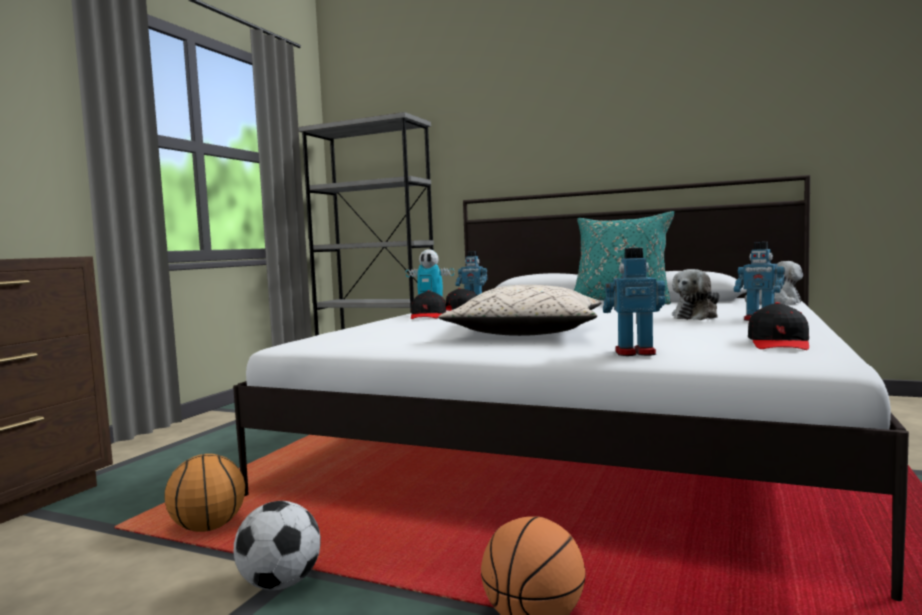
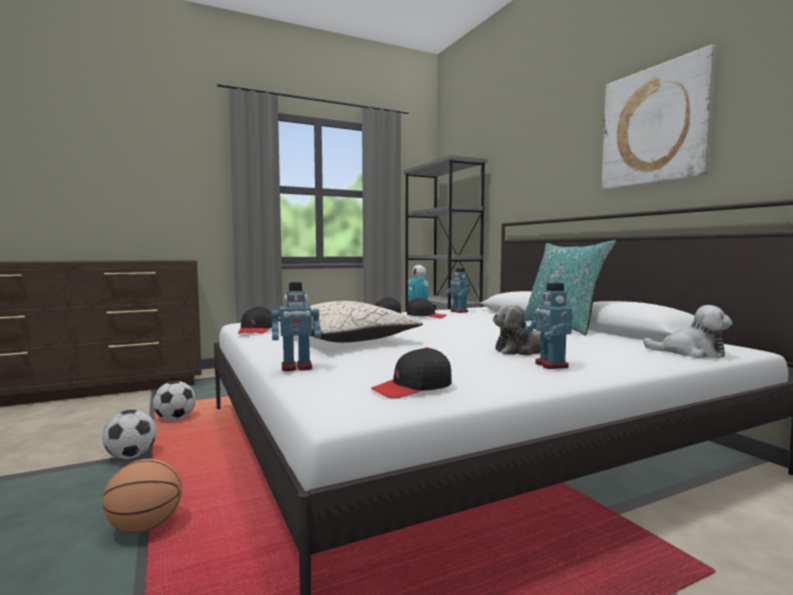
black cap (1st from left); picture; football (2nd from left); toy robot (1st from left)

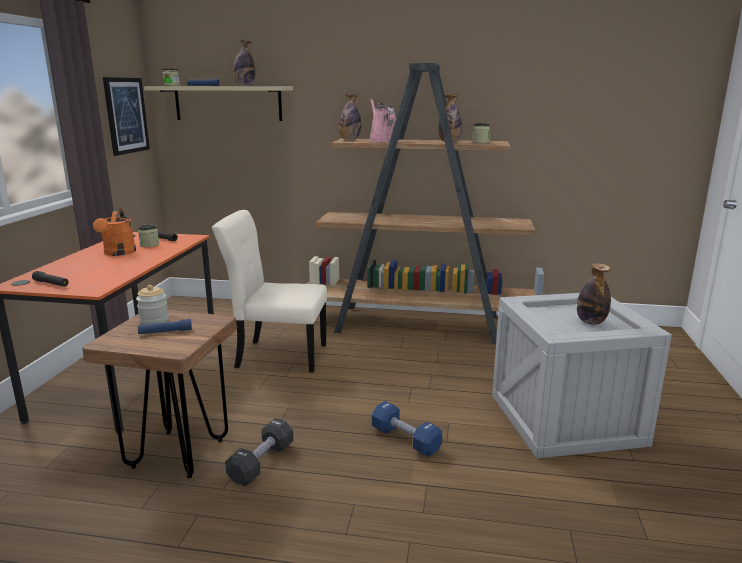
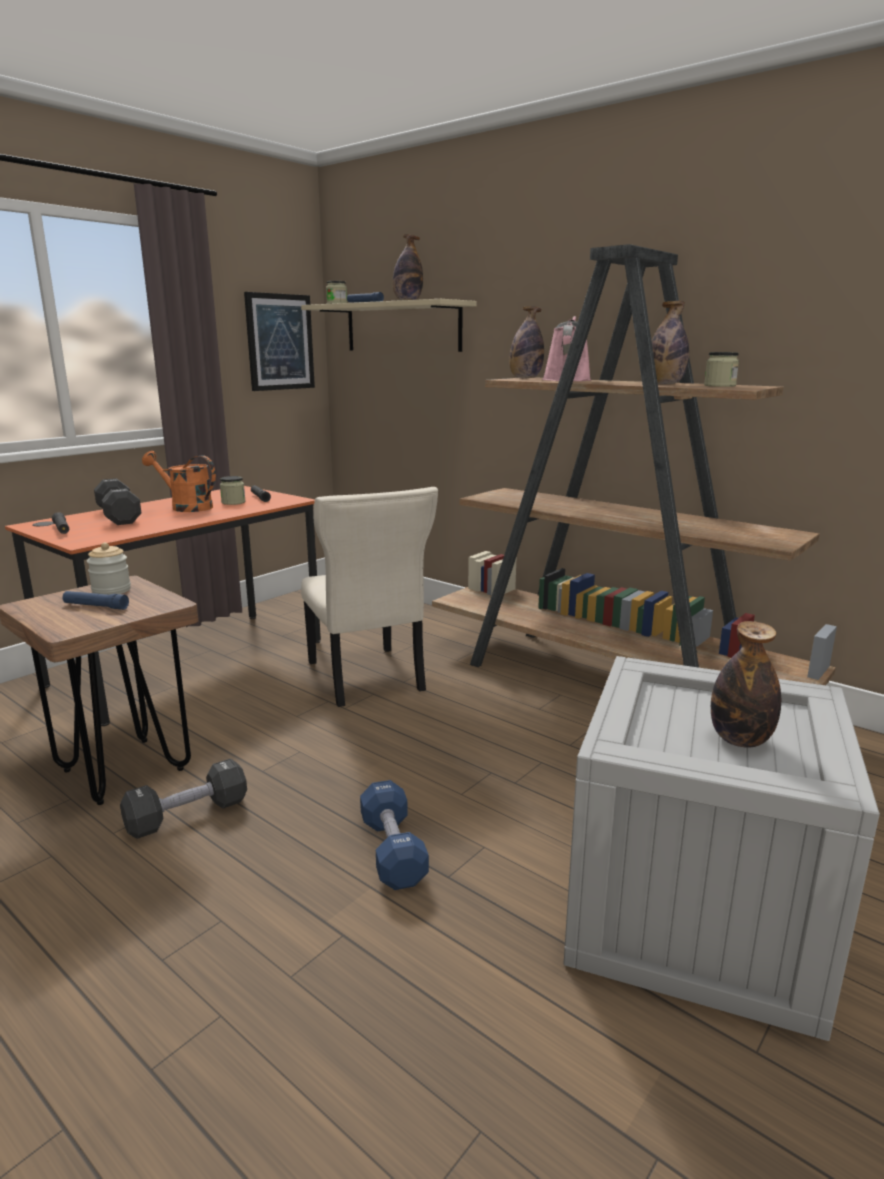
black dumbbell (1st from left); orange watering can; beige chair

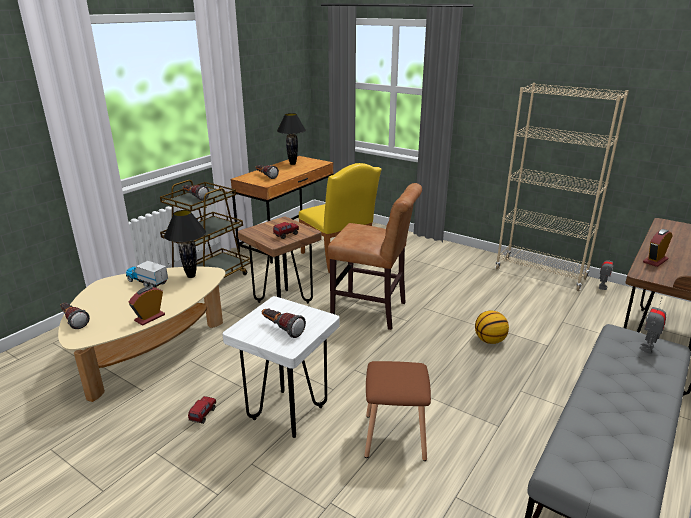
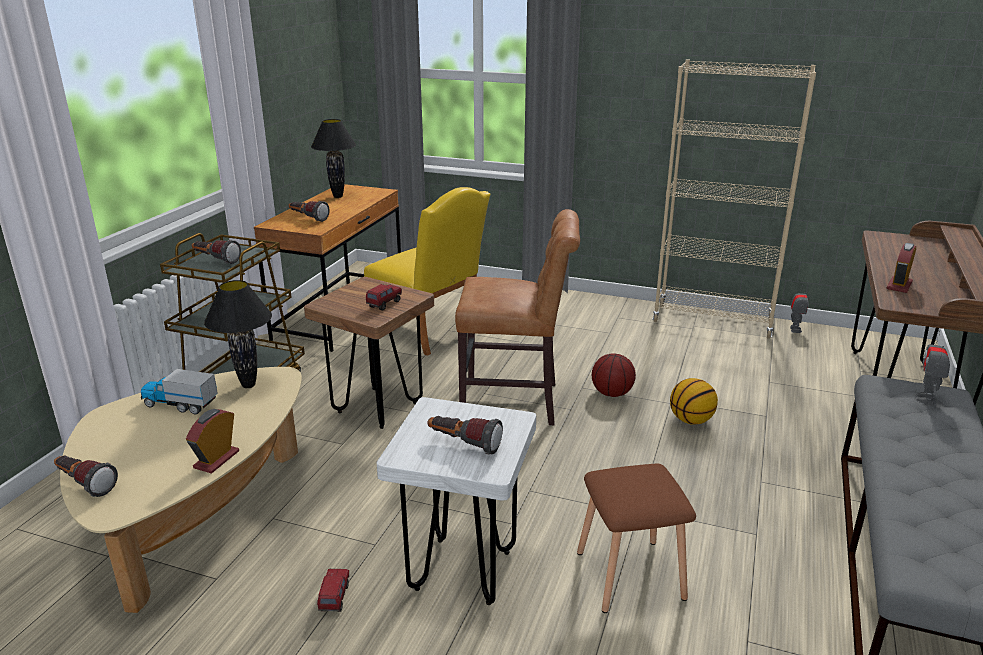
basketball (1st from left)

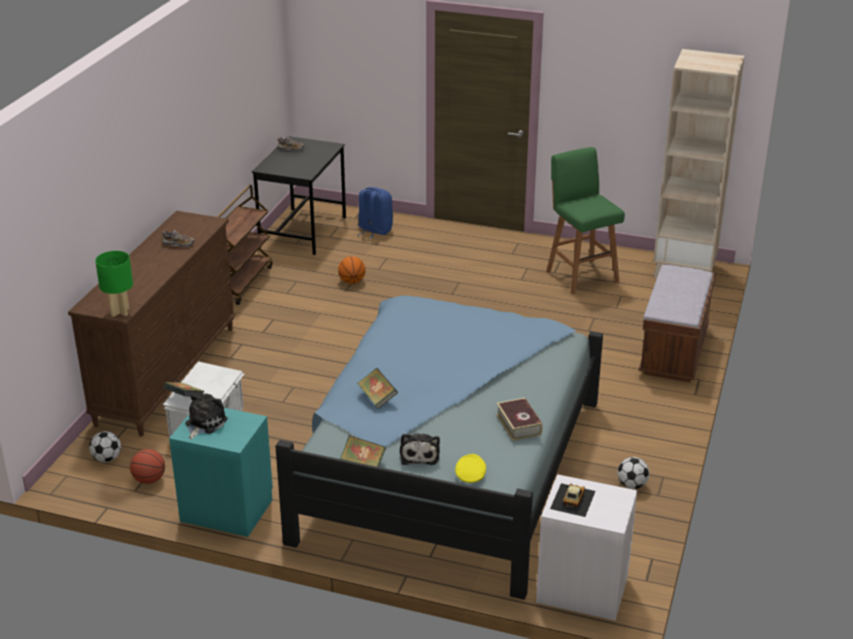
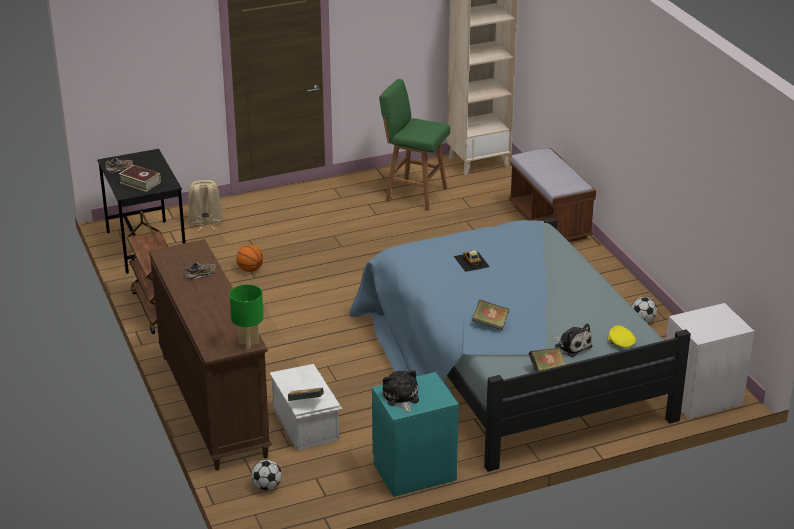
basketball (1st from left in the first image); book (1st from left); toy car; beige backpack

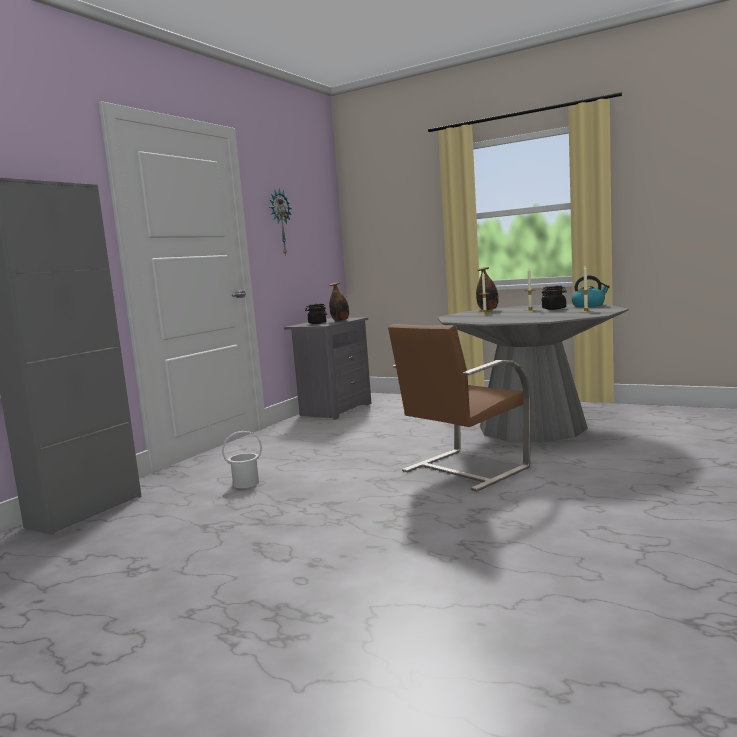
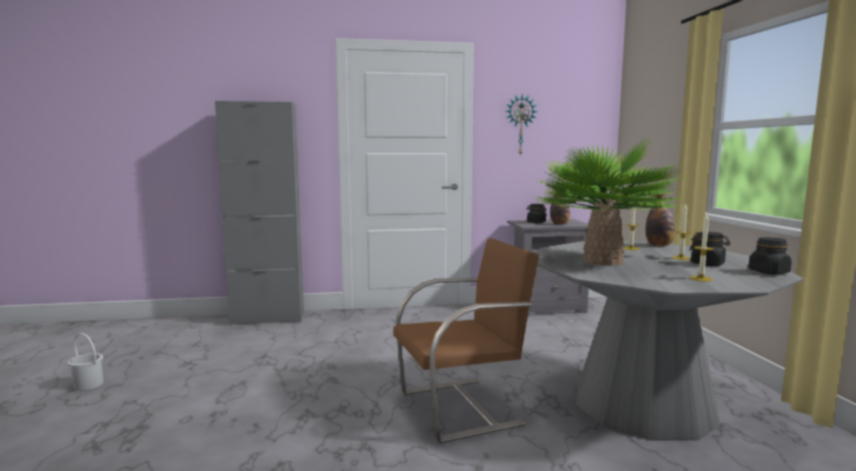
potted plant; white bucket; black jar (3rd from left); brown chair

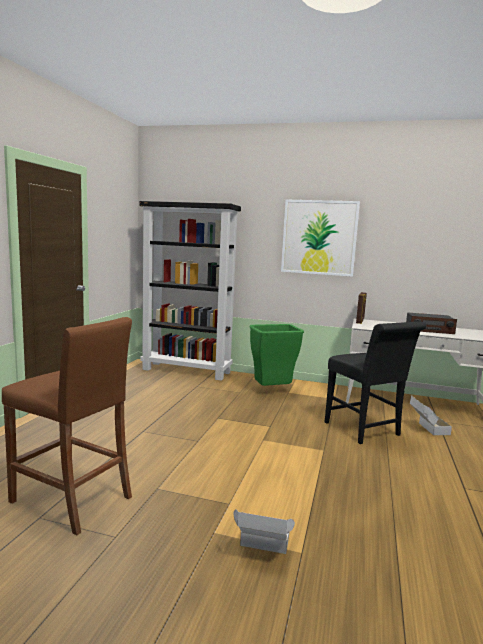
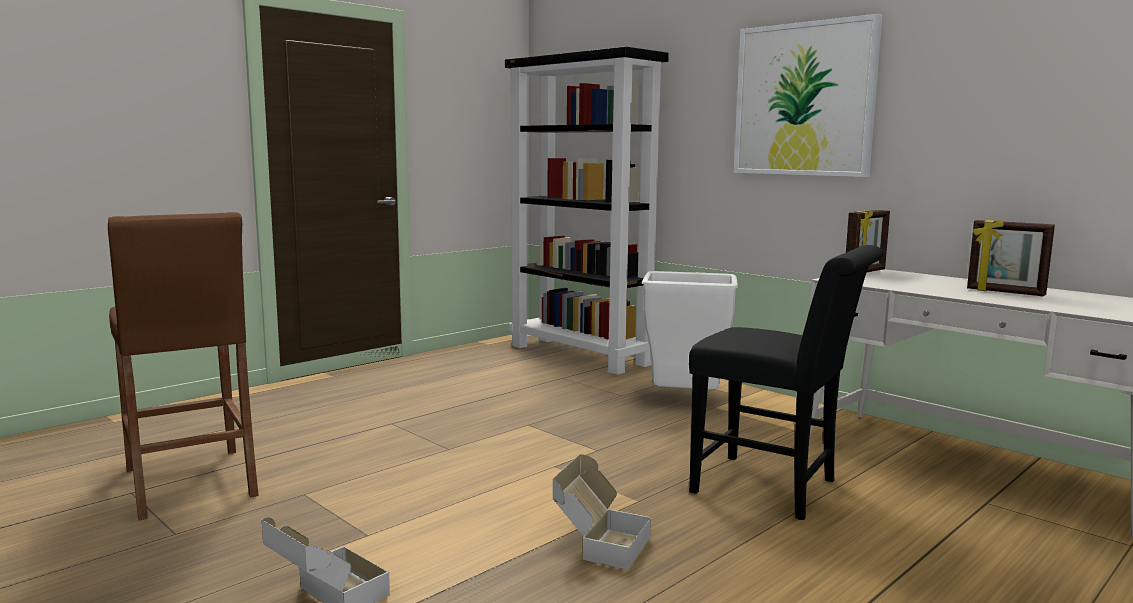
cardboard box (2nd from left); picture frame (2nd from left); white trash can; black chair

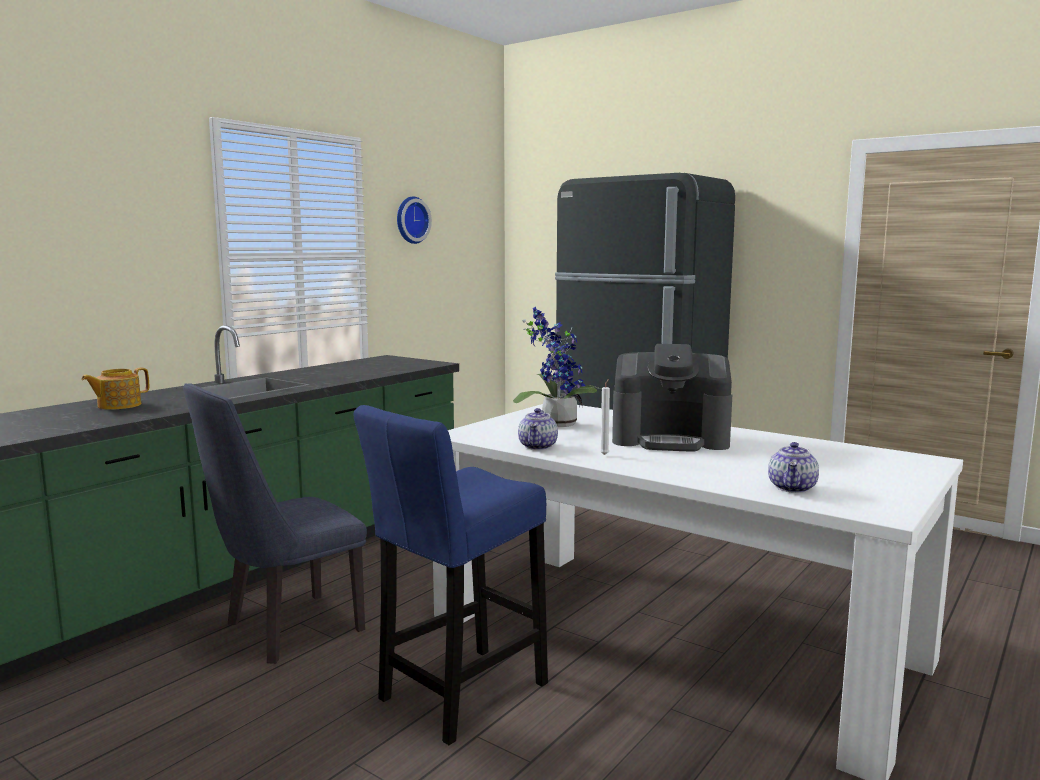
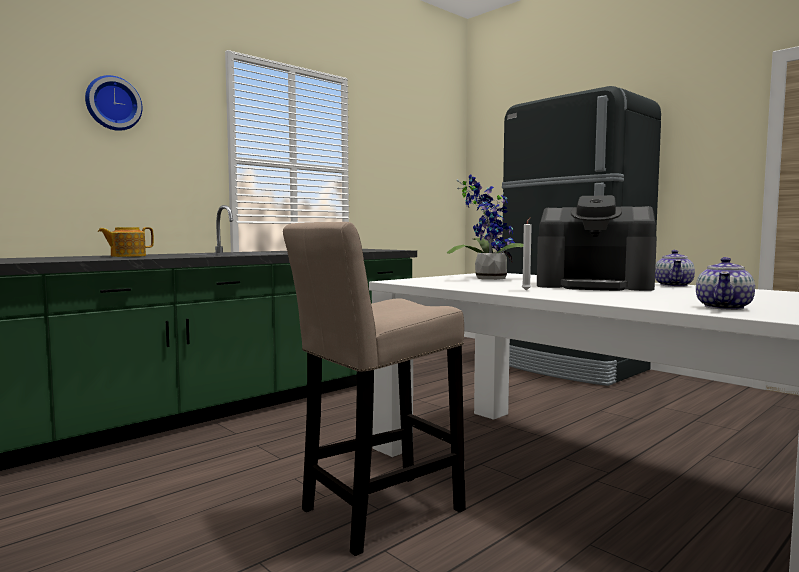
blue chair; wall clock; teapot (2nd from left); beige stool

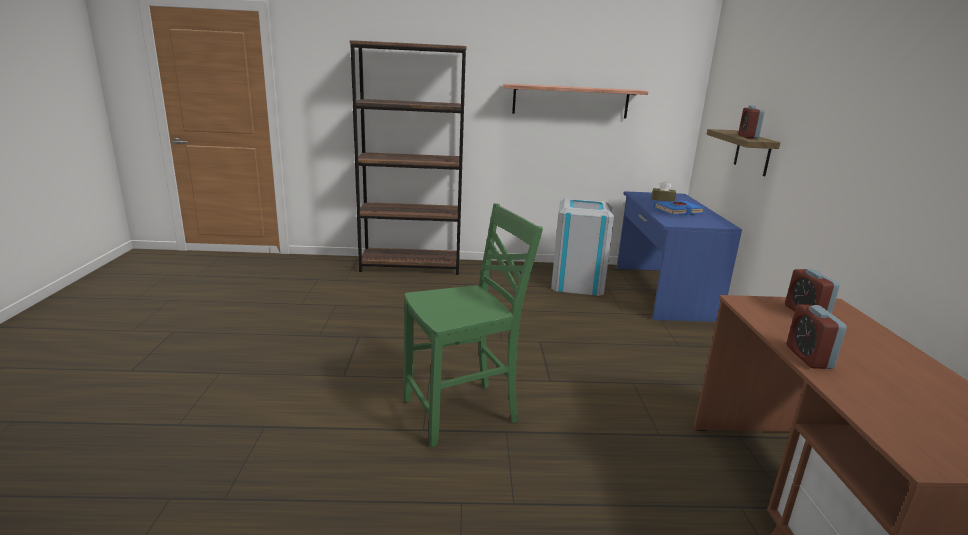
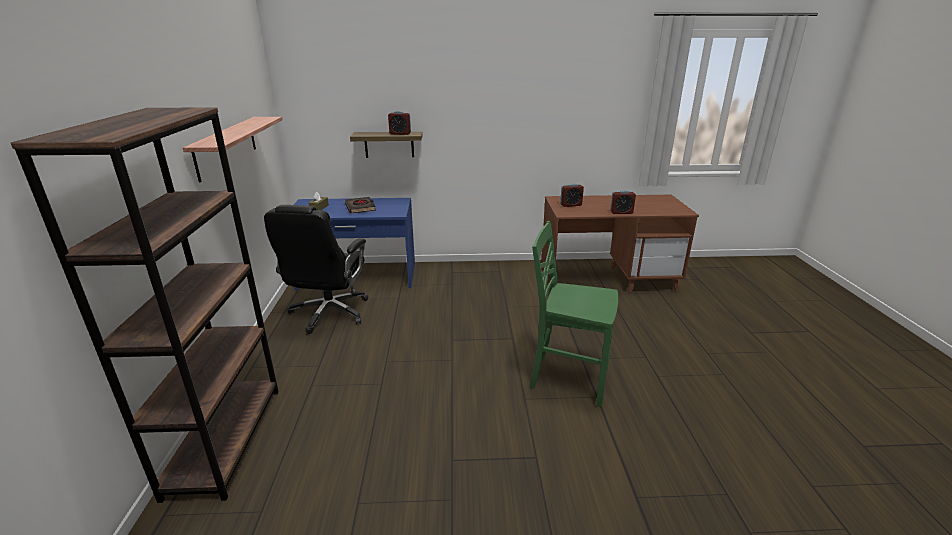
black office chair; black book; green chair

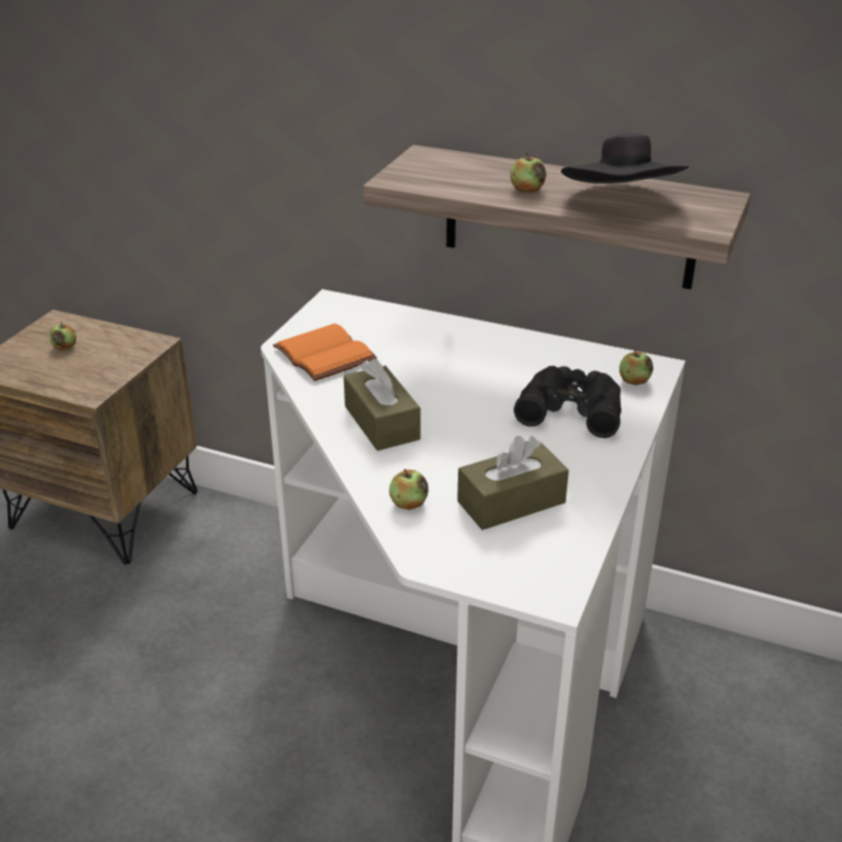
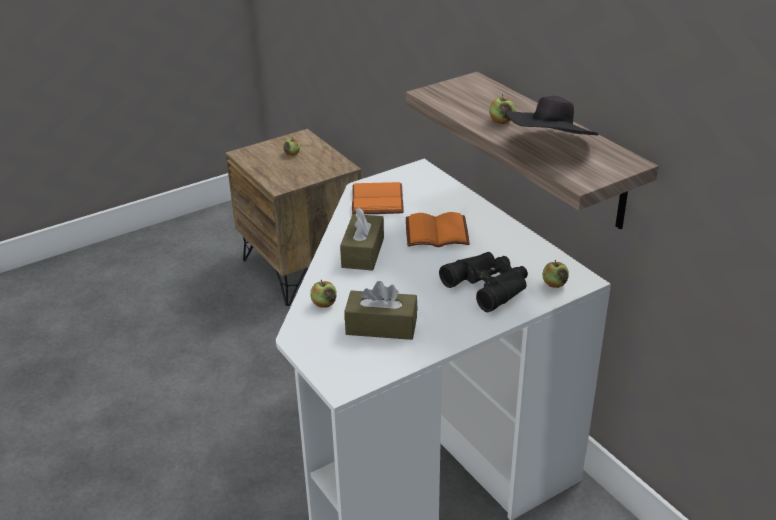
orange book (2nd from left)

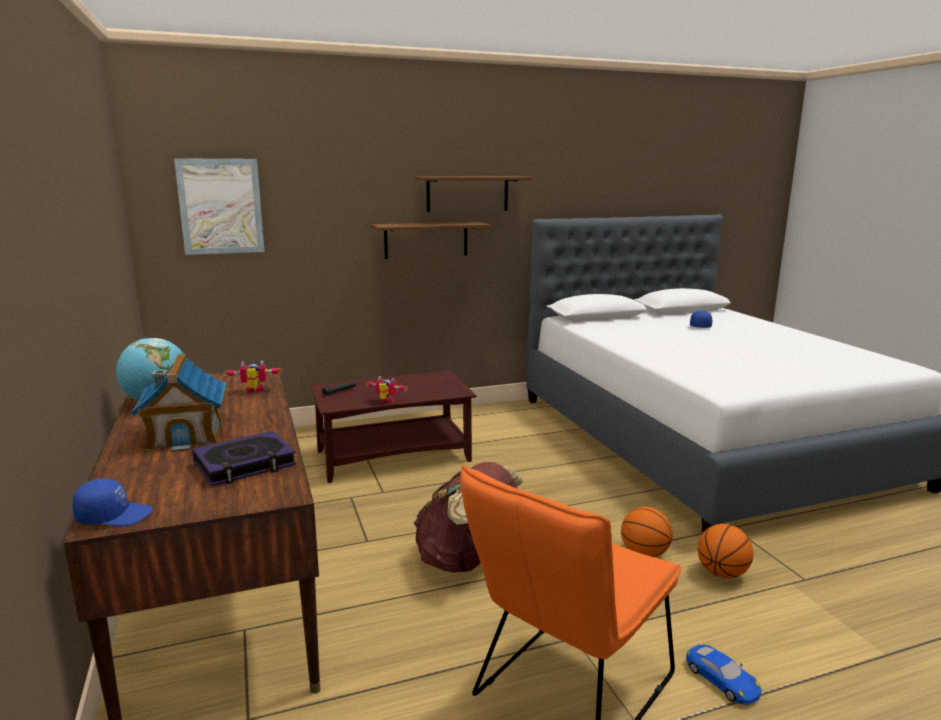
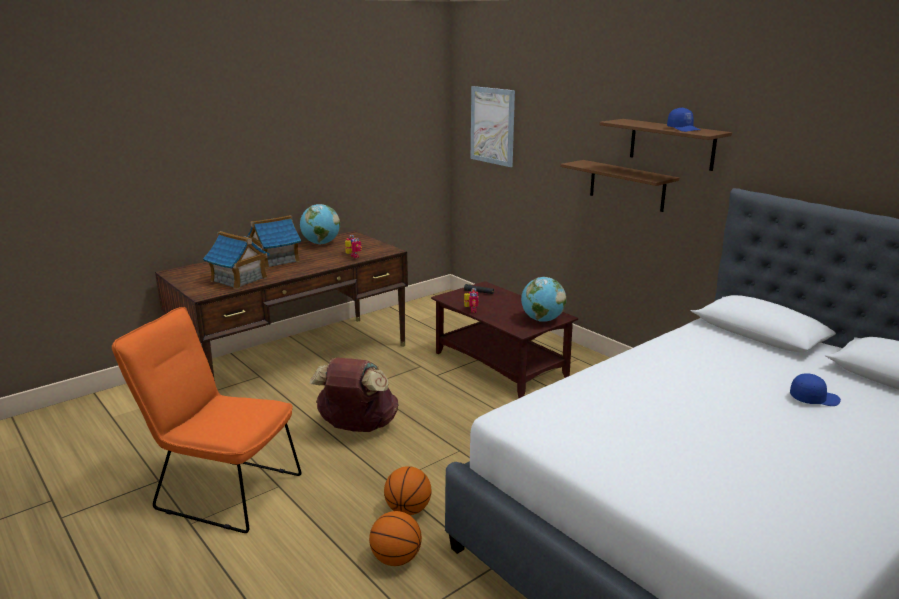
blue toy car; globe (2nd from left); blue cap (1st from left); toy house (1st from left)

